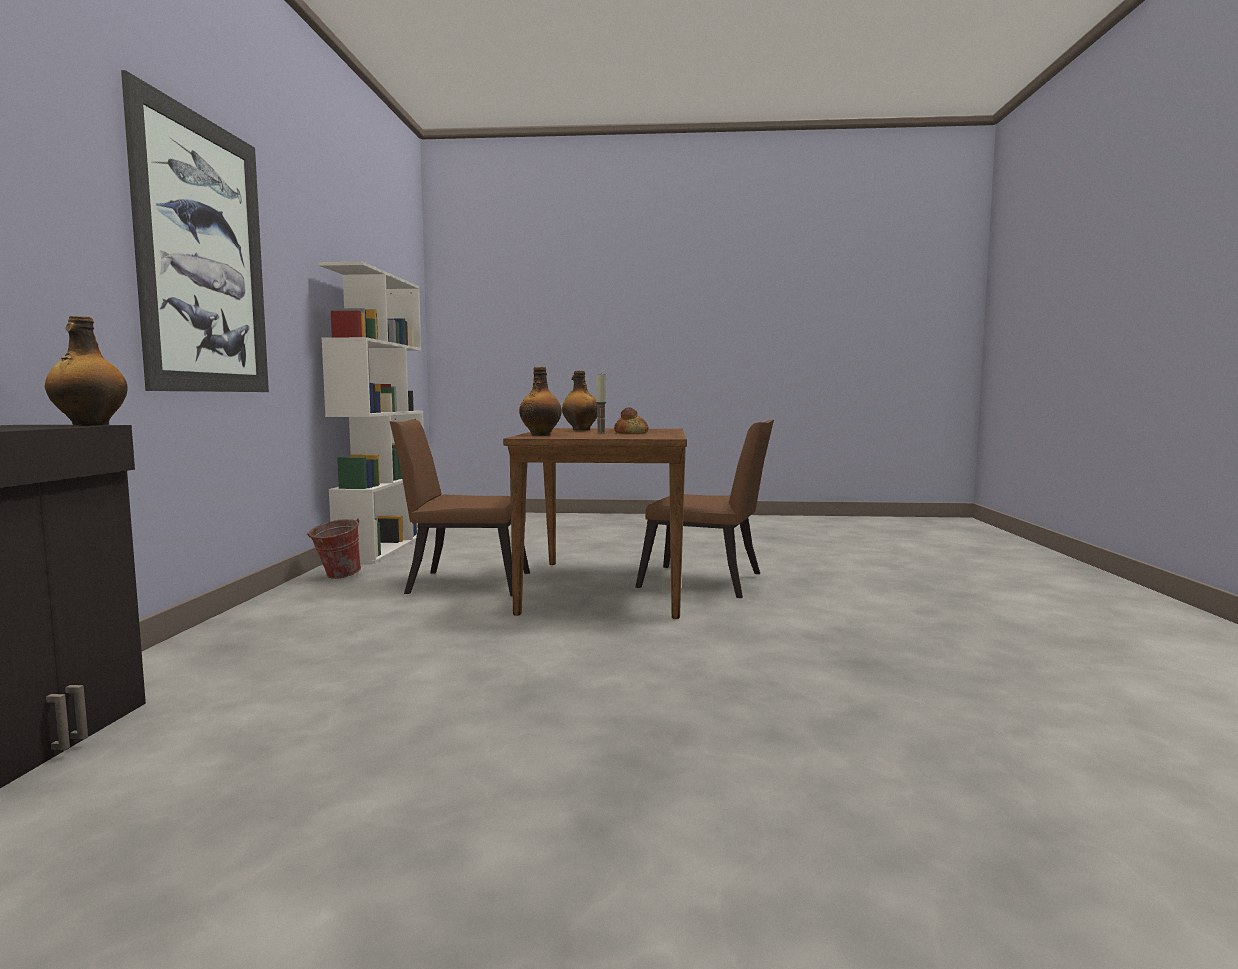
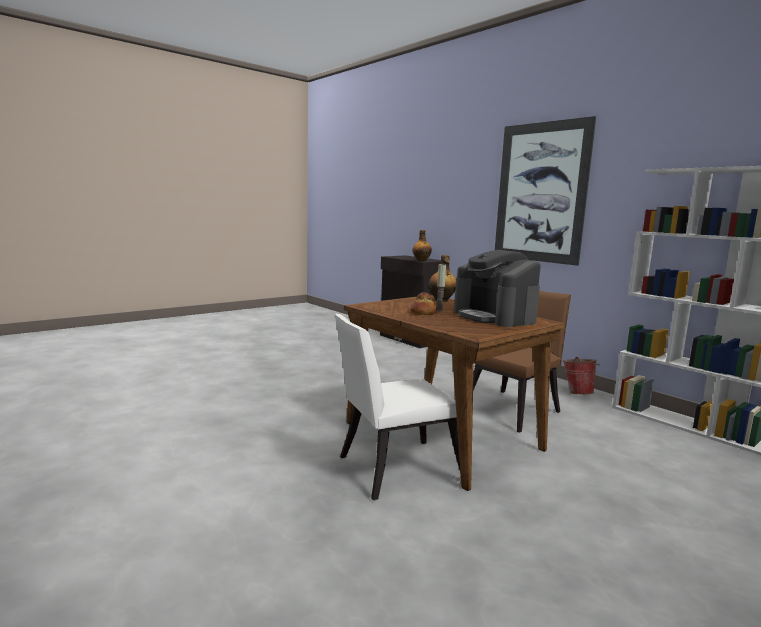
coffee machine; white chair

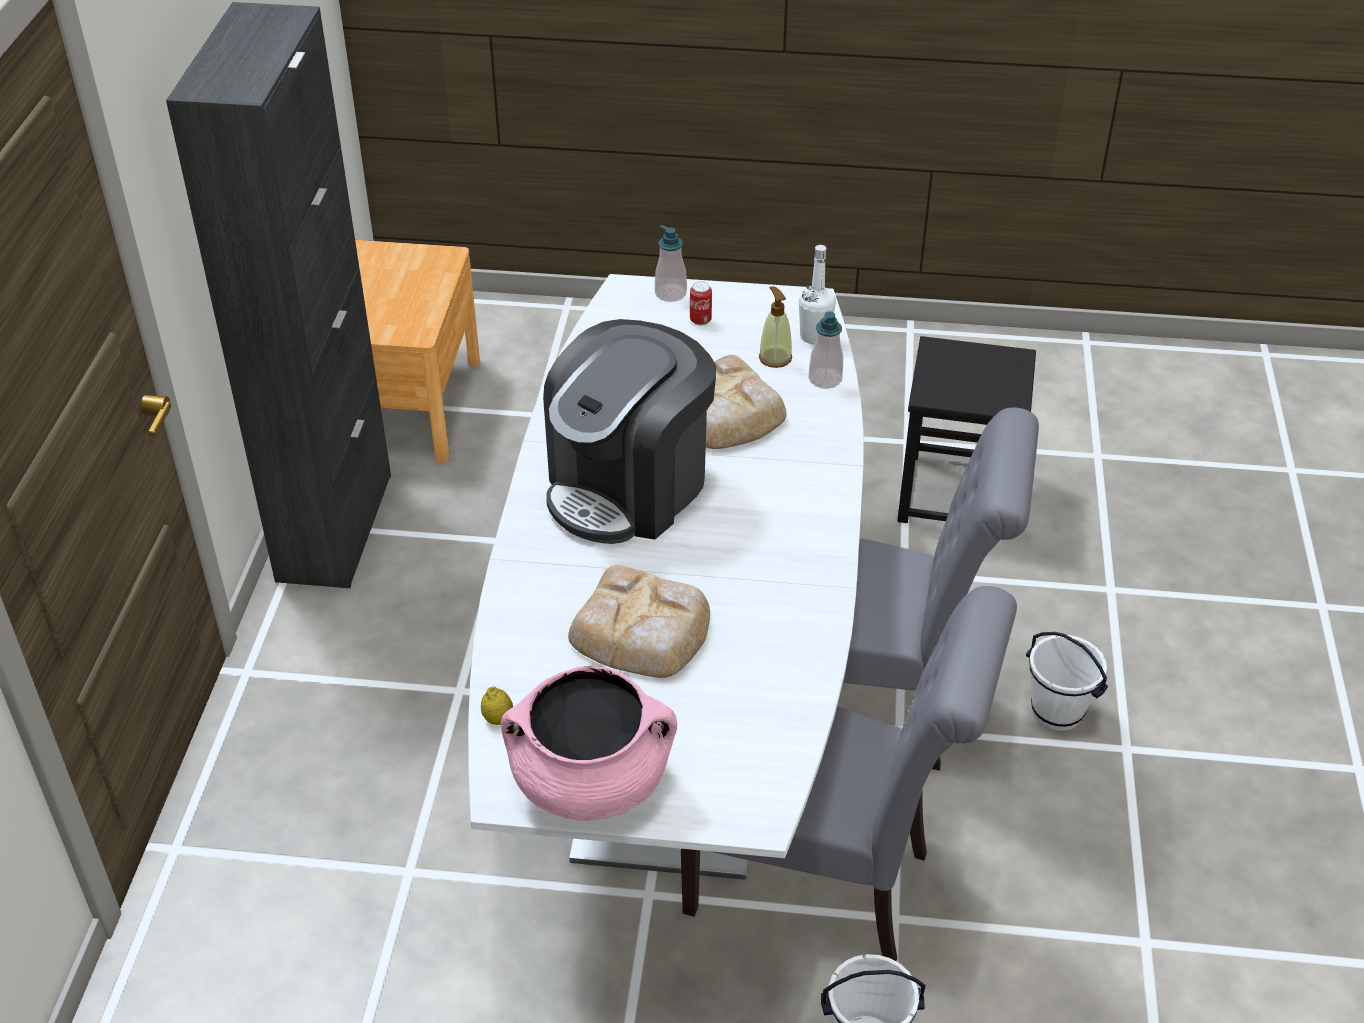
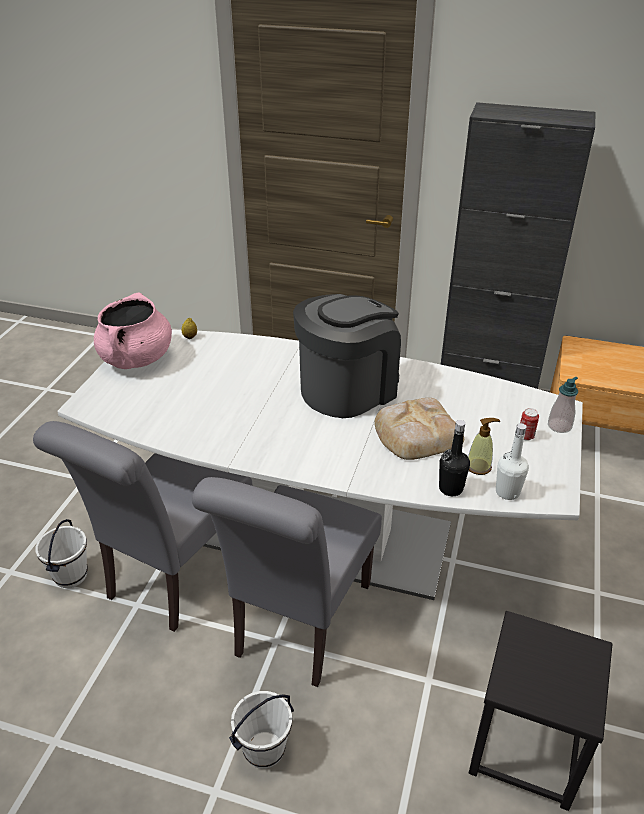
bread (1st from left in the first image); black bottle; coffee machine

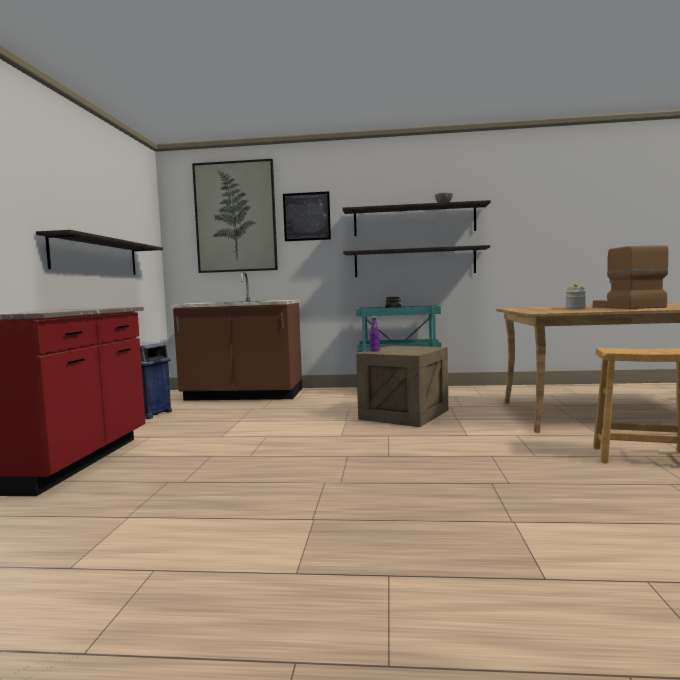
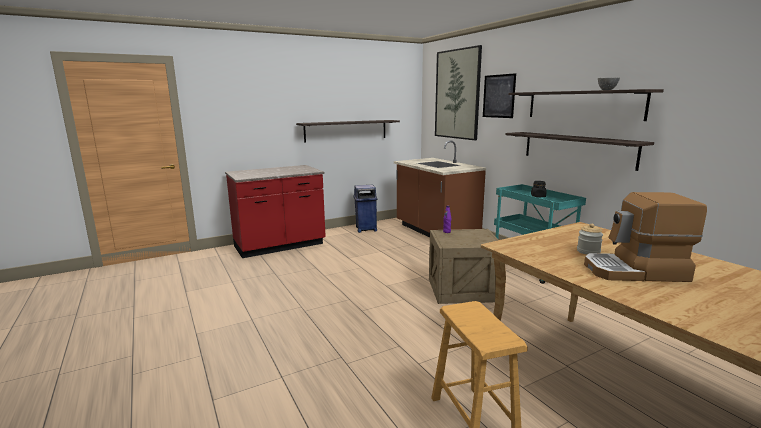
coffee machine

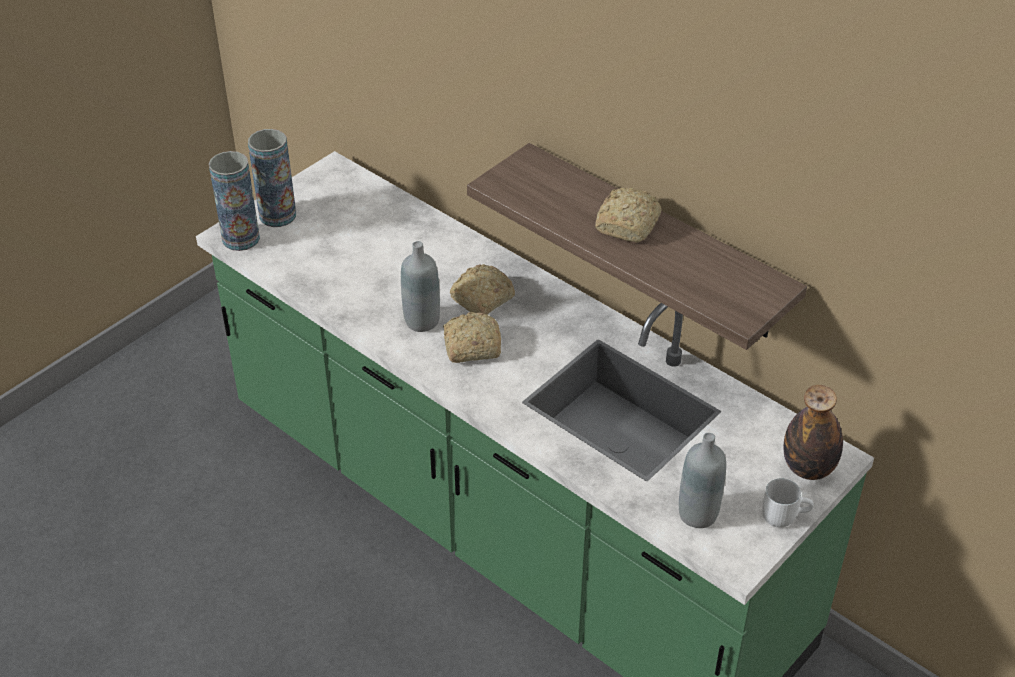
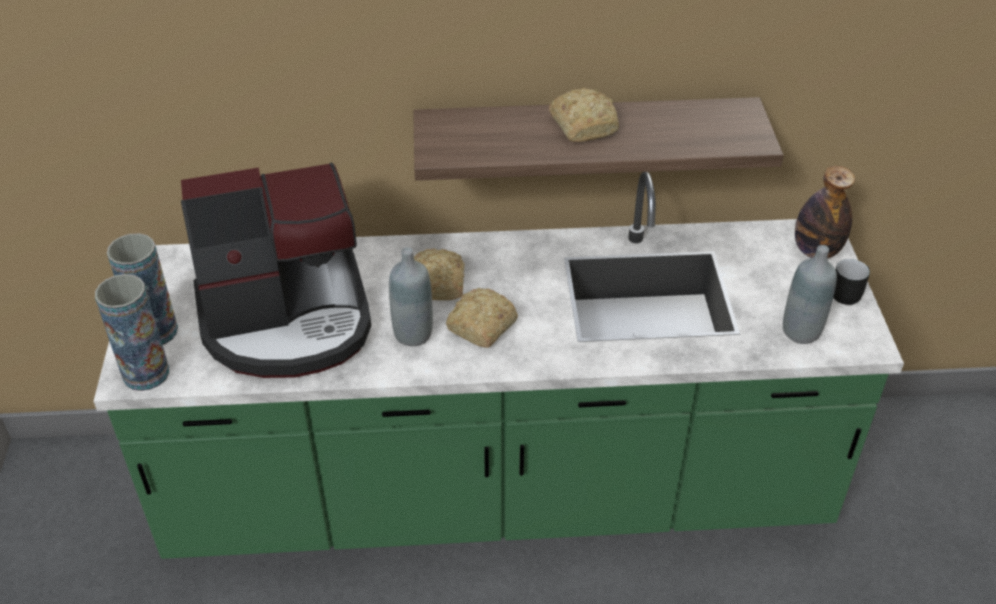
coffee machine; black mug

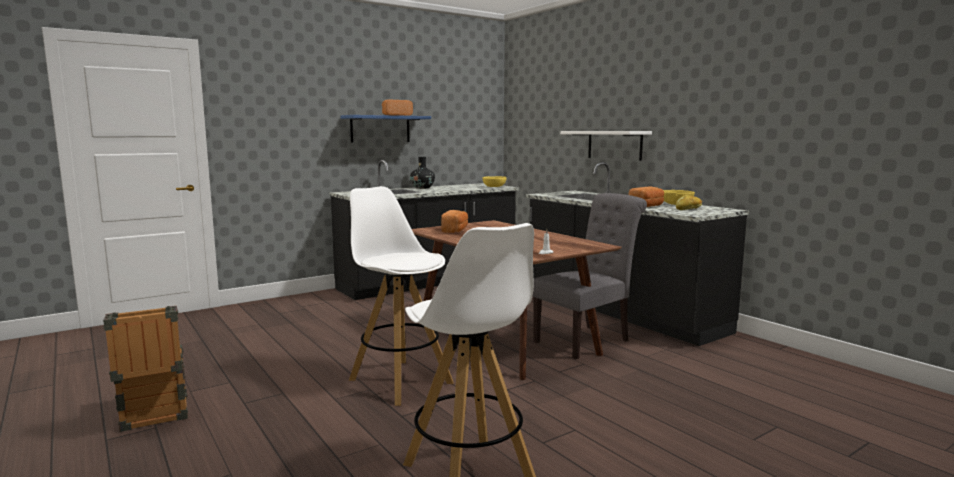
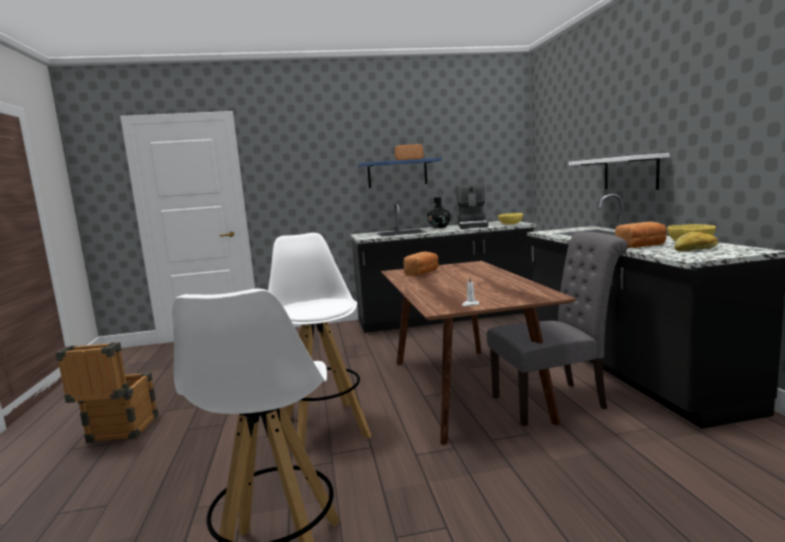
coffee machine

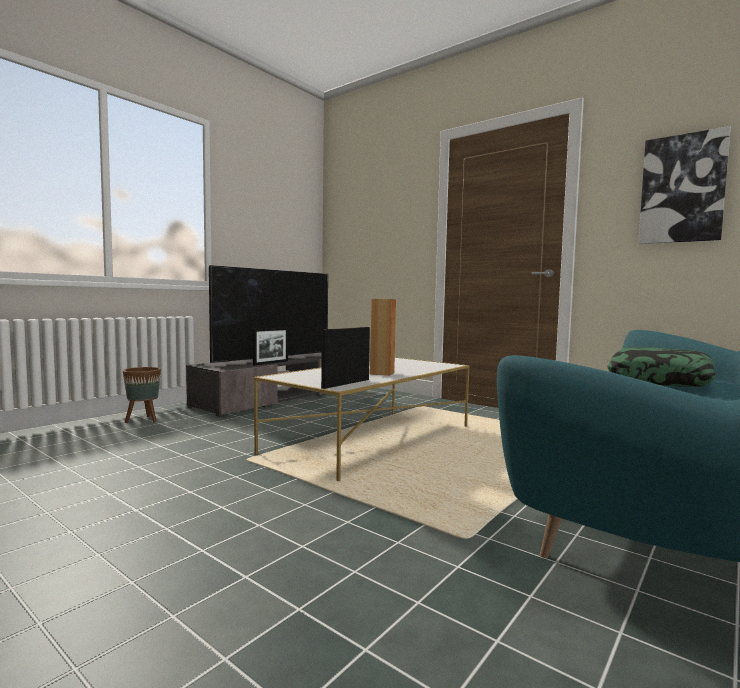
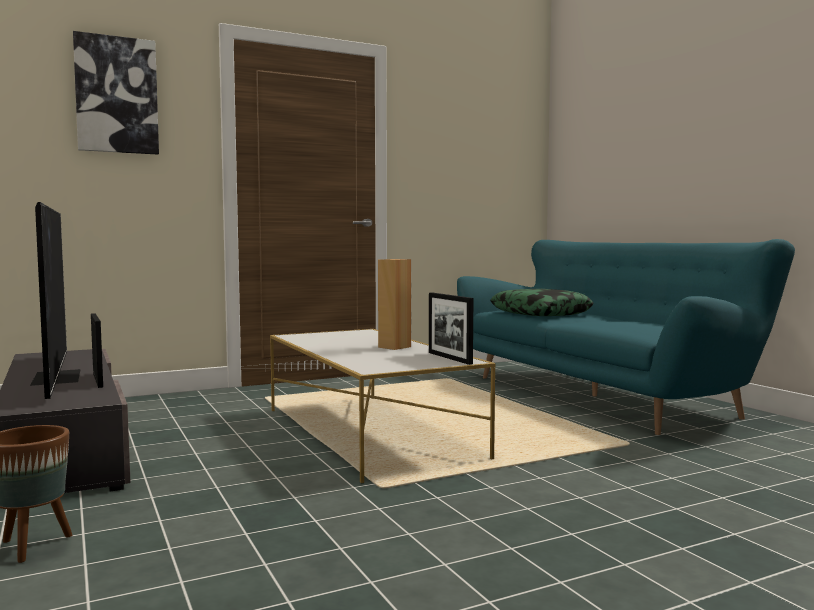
picture

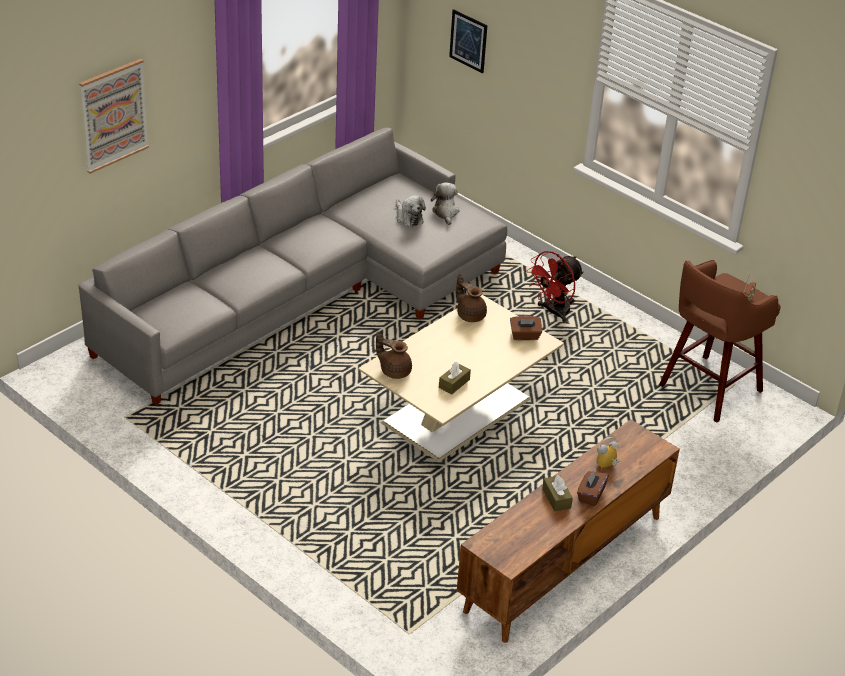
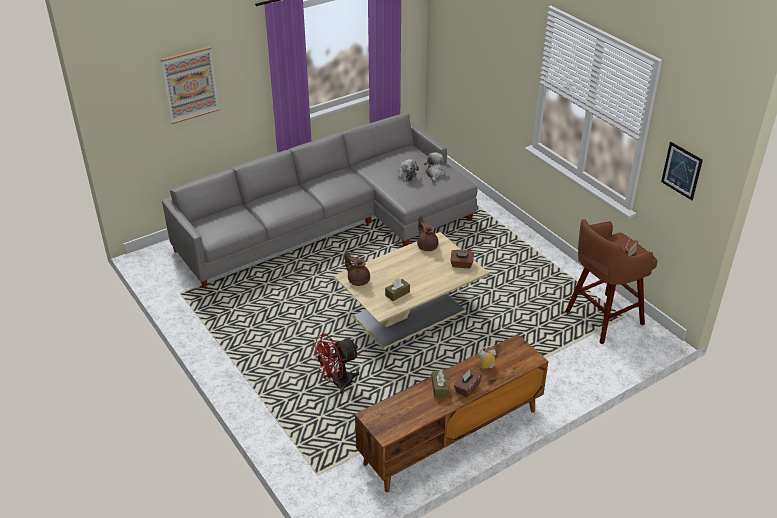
picture (2nd from left); red fan

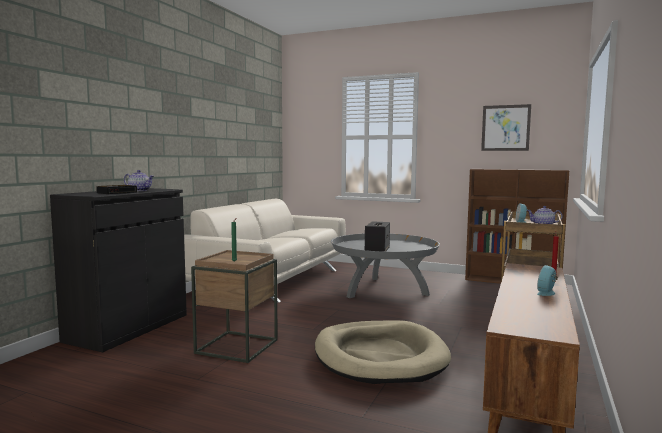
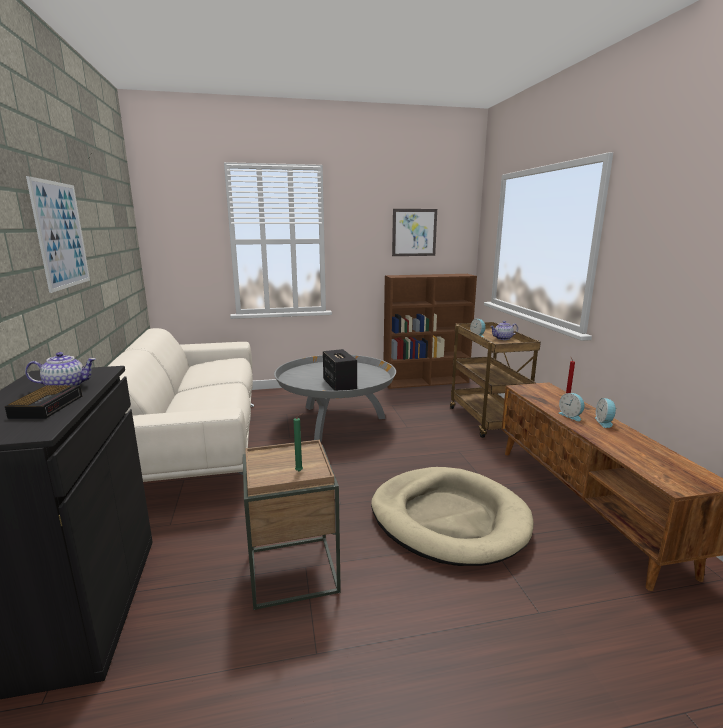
picture (1st from left); alarm clock (3rd from left)

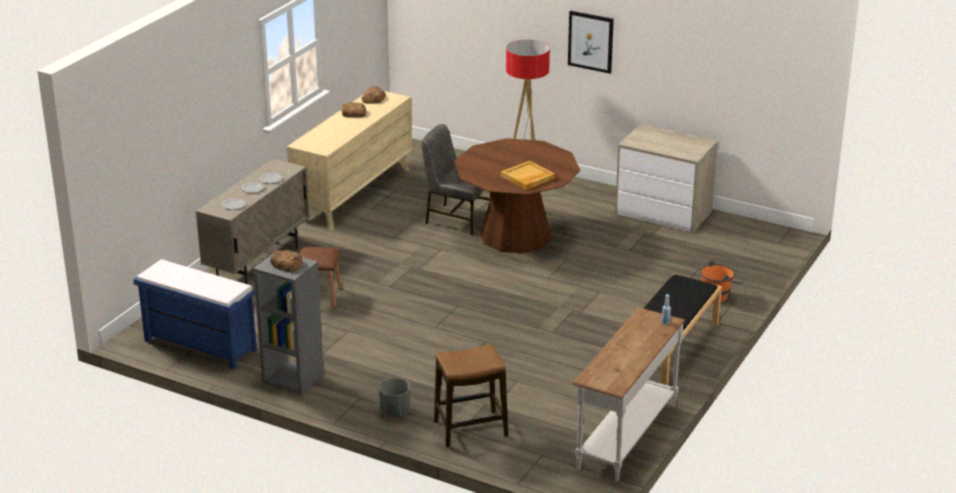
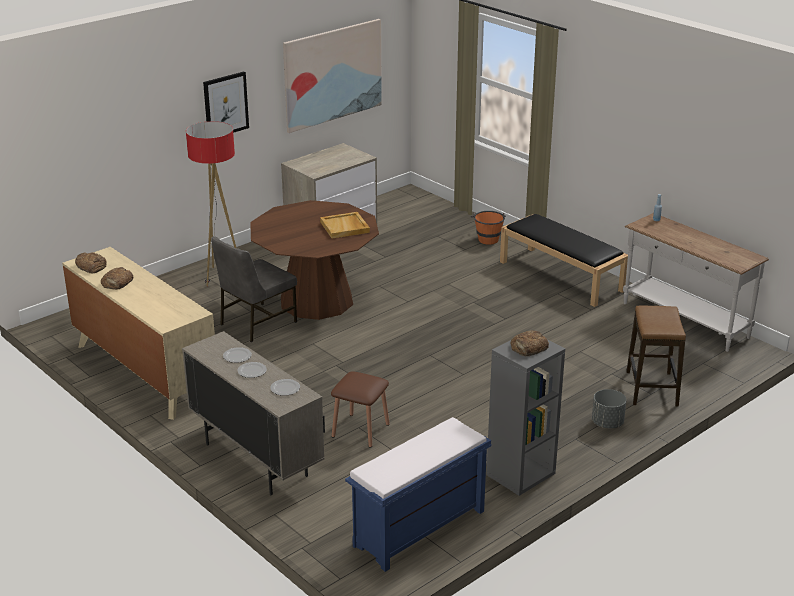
picture (2nd from left)

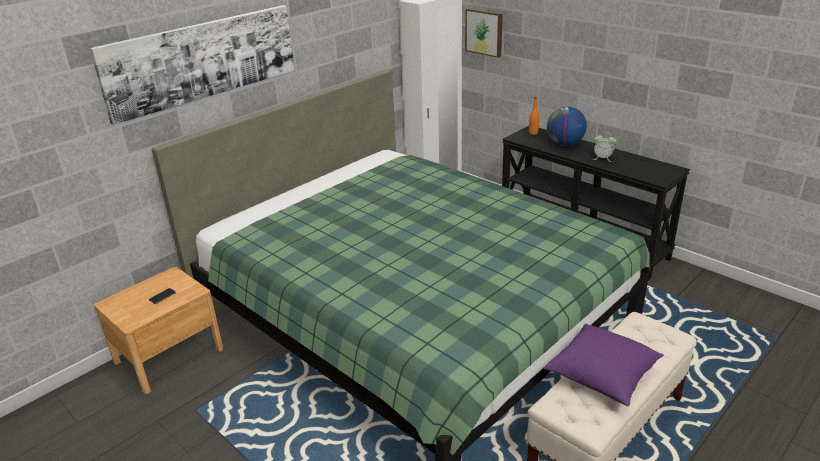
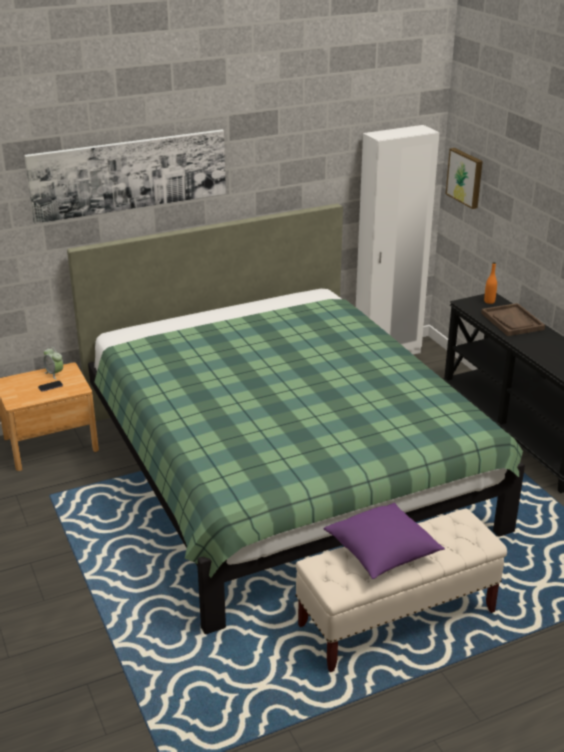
alarm clock; brown tray

